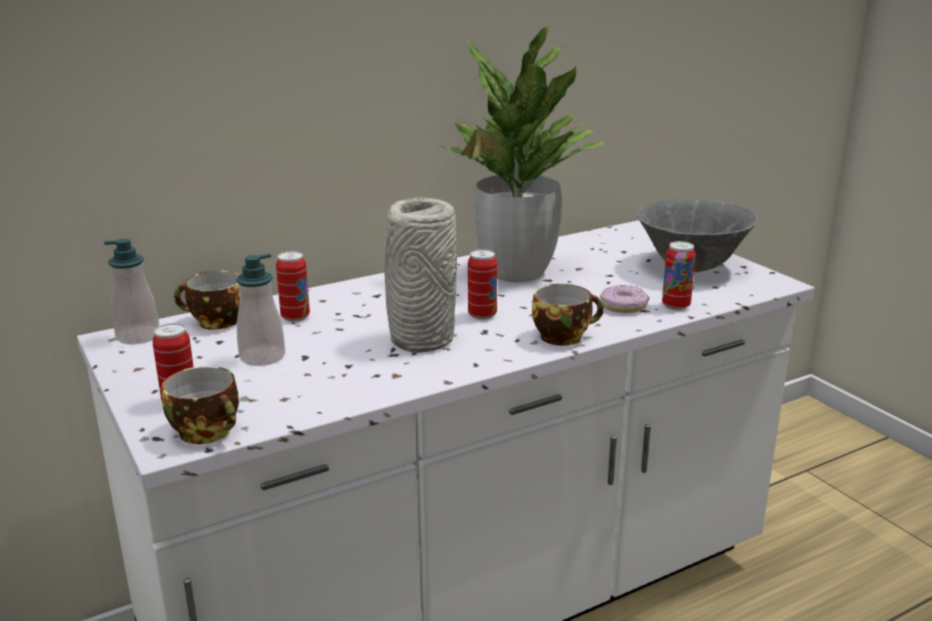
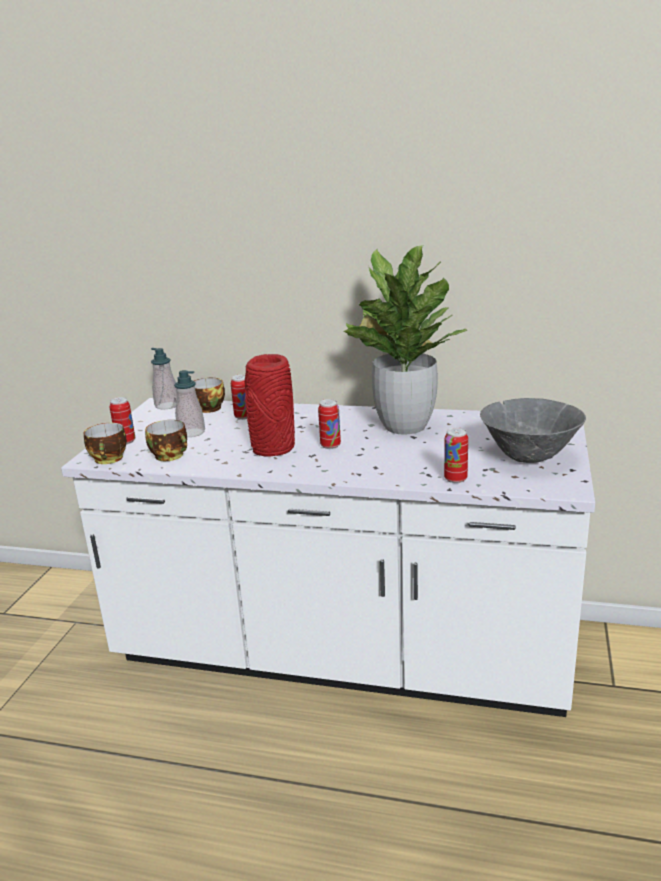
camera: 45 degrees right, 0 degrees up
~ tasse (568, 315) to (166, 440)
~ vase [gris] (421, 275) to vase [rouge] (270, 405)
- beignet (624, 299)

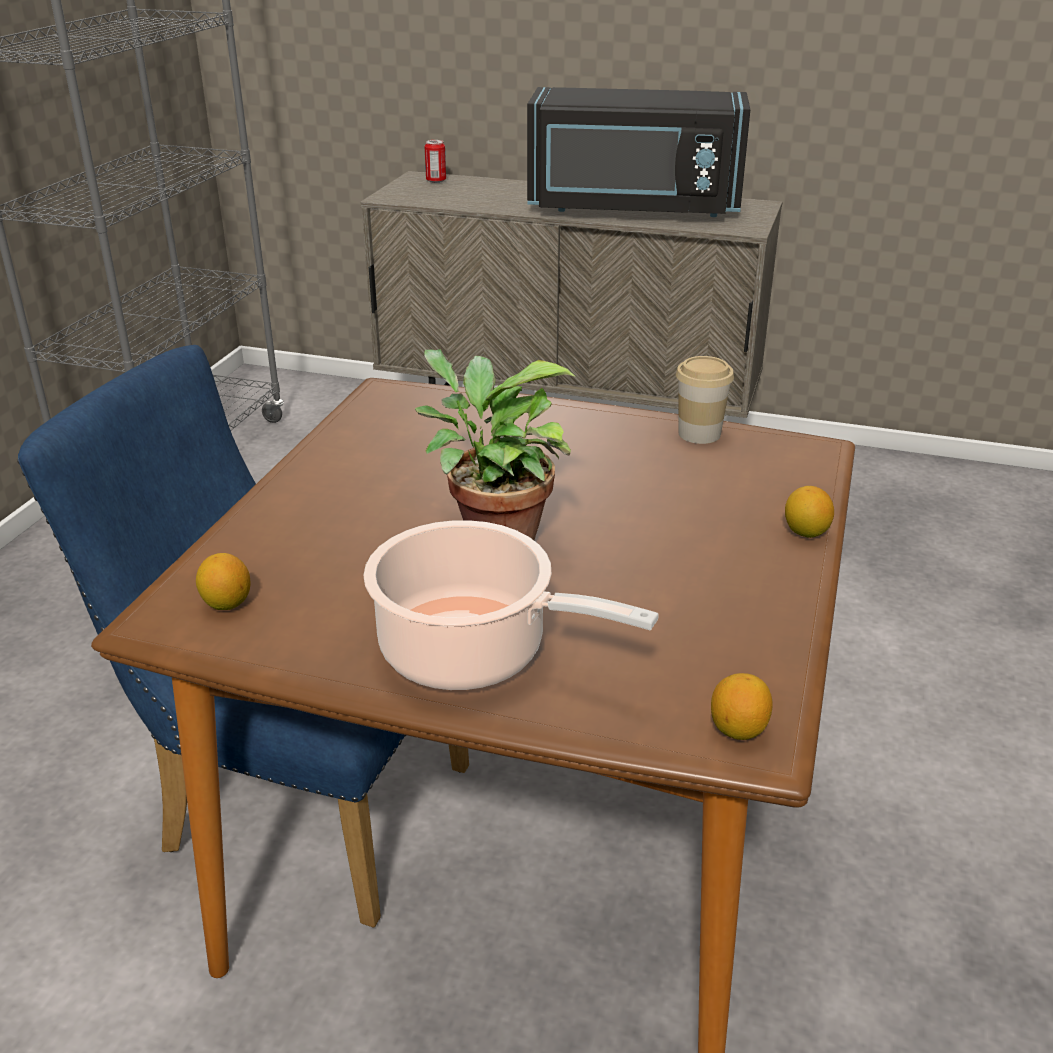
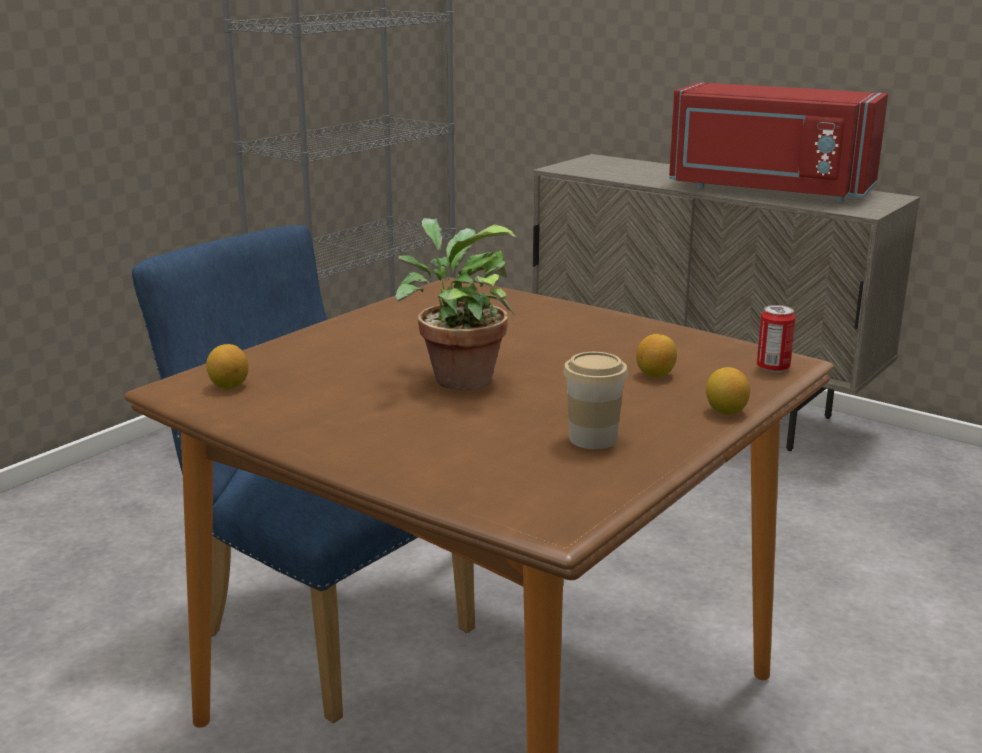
camera: 20 degrees right, 10 degrees down
~ tasse (705, 400) to (595, 400)
~ citron (742, 706) to (656, 355)
~ micro-ondes [noir] (638, 152) to micro-ondes [rouge] (778, 142)
~ boîte métallique (435, 161) to (776, 338)
- marmite (511, 605)

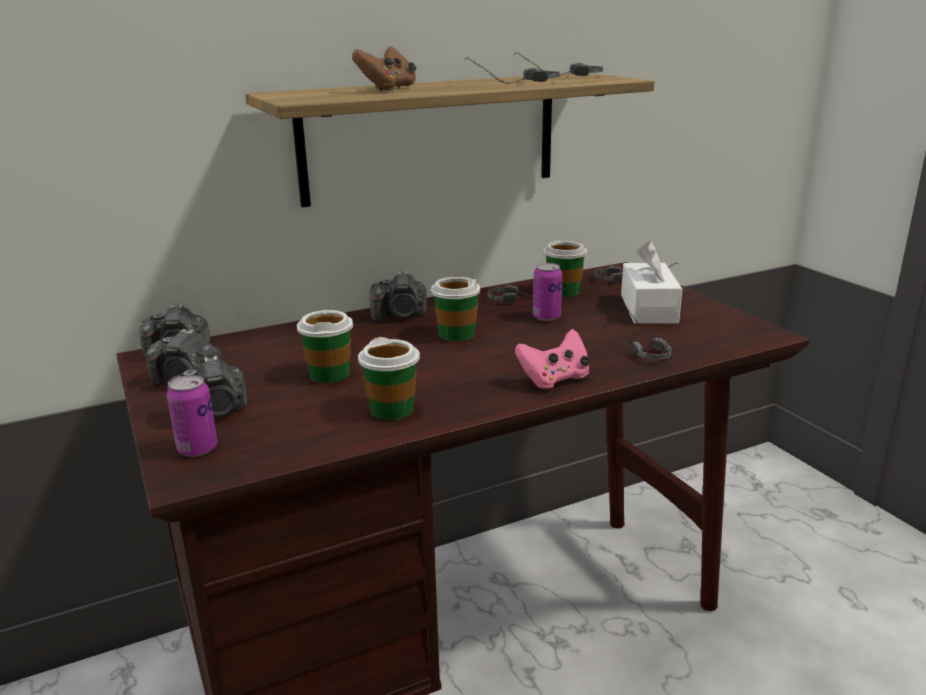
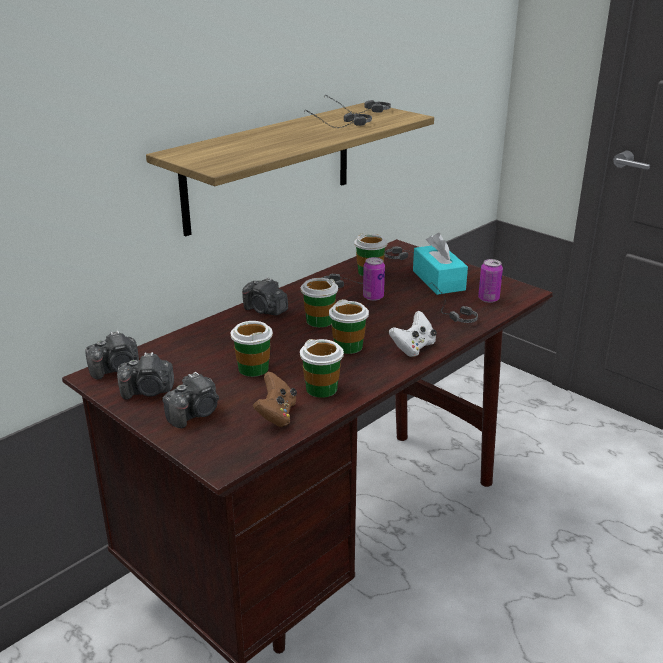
camera: 20 degrees left, 5 degrees up
~ appareil photo (398, 296) = (265, 296) 60 degrees clockwise
~ manette [marron] (384, 68) to (275, 399)
+ tasse (349, 326)
~ manette [rose] (552, 359) to manette [blanc] (413, 333)
~ boîte à mouchoirs [blanc] (651, 282) to boîte à mouchoirs [turquoise] (440, 264)
~ boîte métallique (192, 416) to (490, 281)

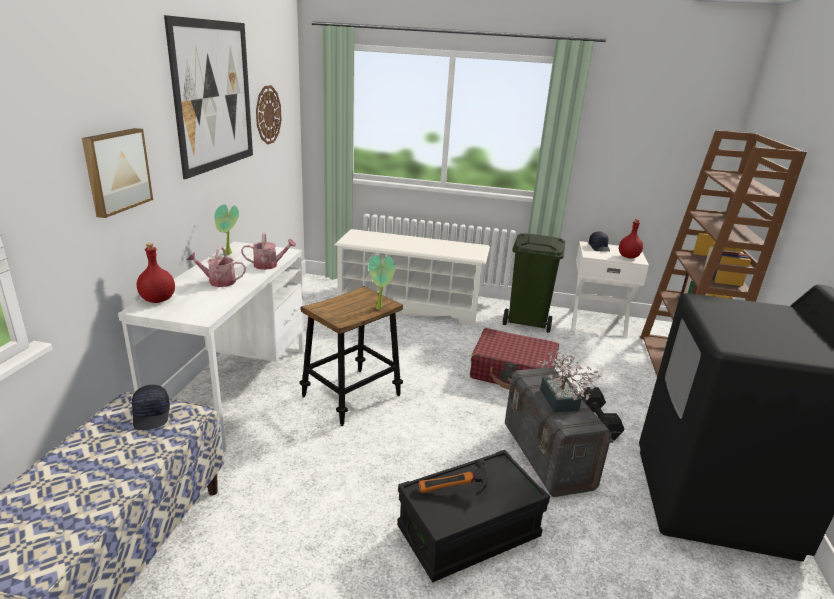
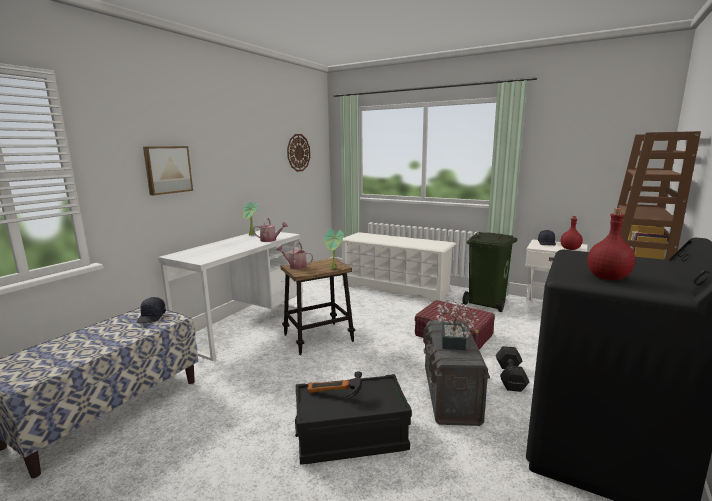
camera: 20 degrees right, 10 degrees down
~ arrosoir (216, 266) to (294, 255)
~ bouteille [rouge] (156, 273) to (611, 244)
- tableau (208, 97)

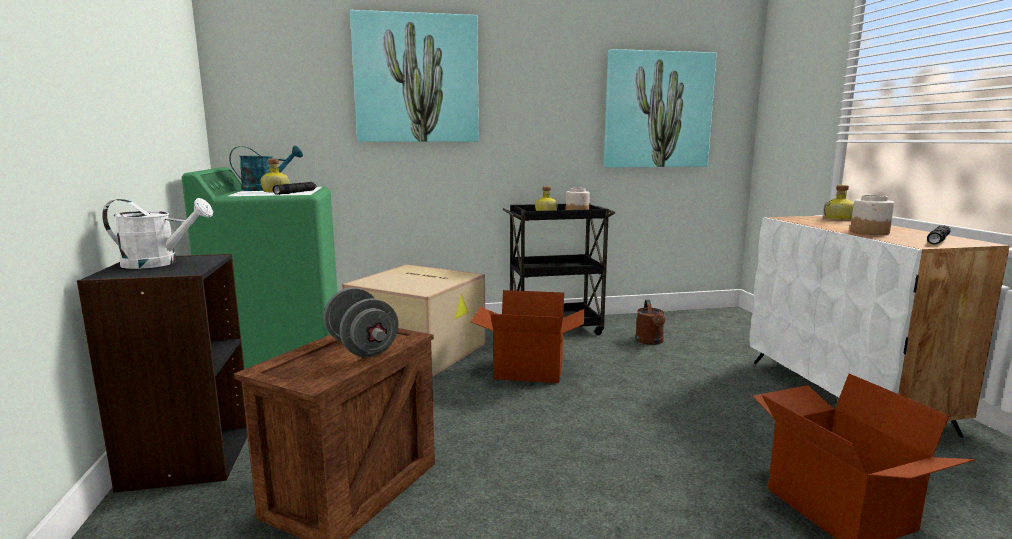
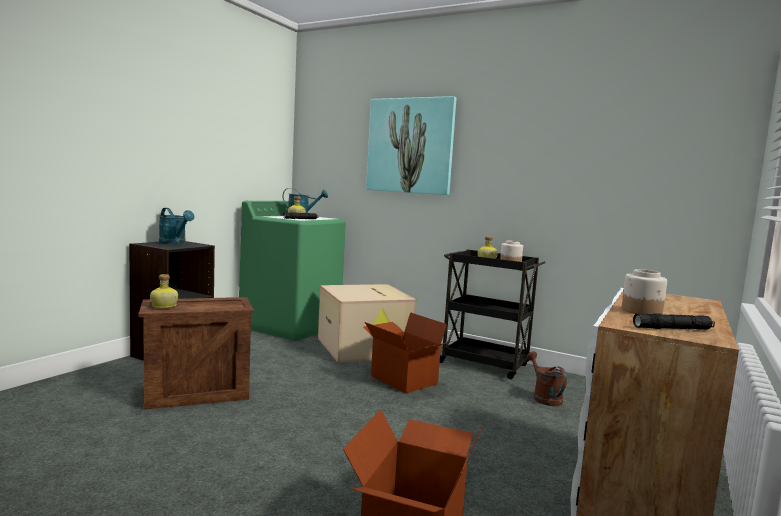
camera: 40 degrees right, 5 degrees down
~ bouteille (839, 202) to (164, 291)
~ arrosoir [blanc] (157, 233) to arrosoir [turquoise] (177, 226)
~ arrosoir [marron] (650, 322) = (546, 378) 120 degrees clockwise
- haltère [gris] (361, 322)
- tableau (660, 108)

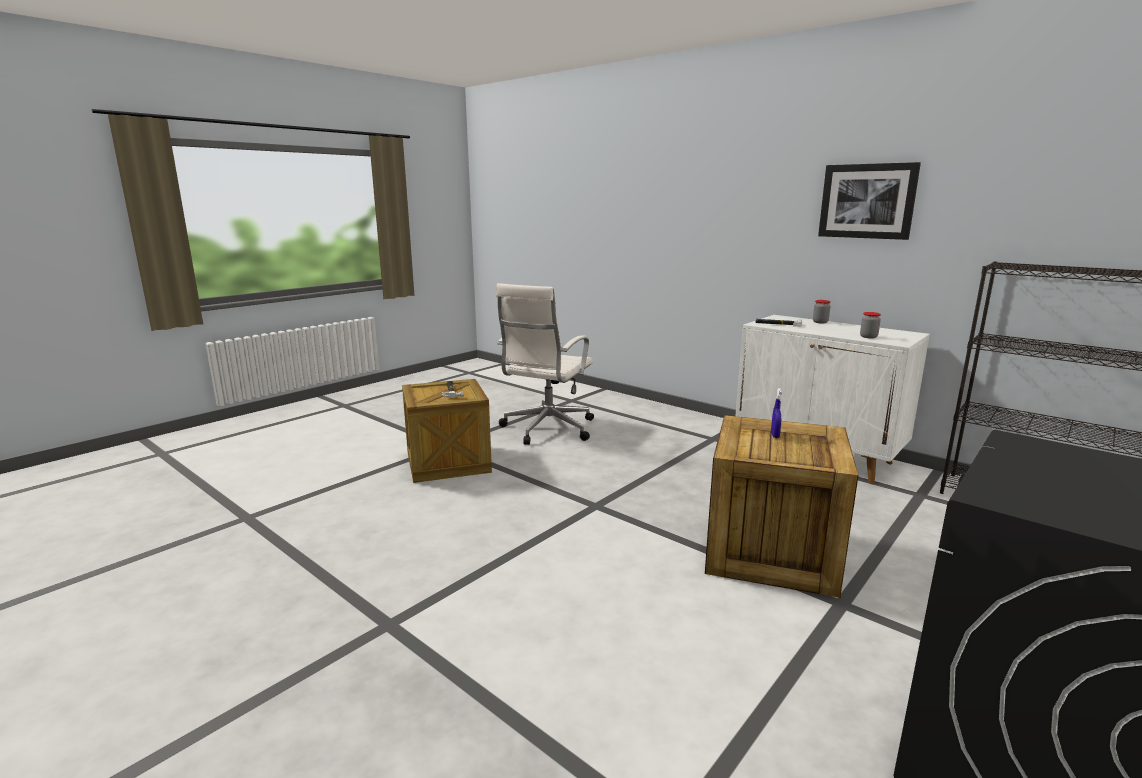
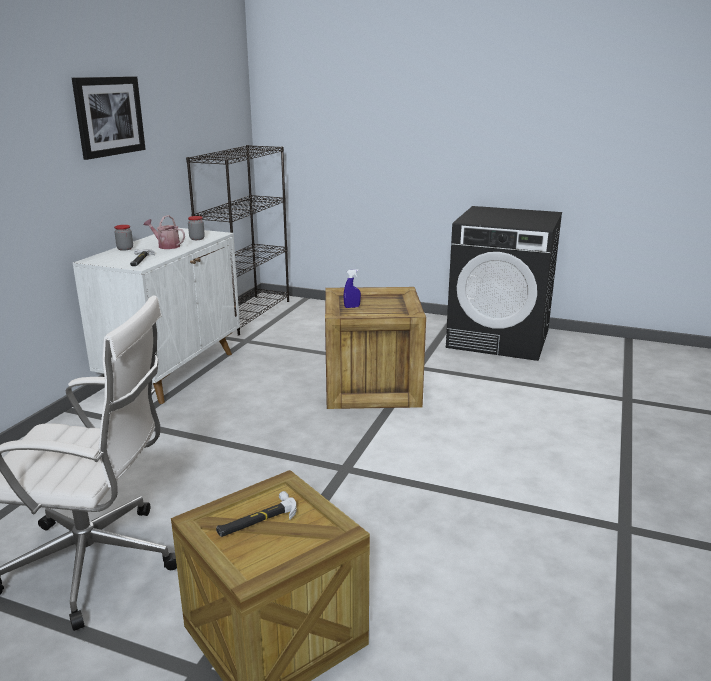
camera: 110 degrees left, 5 degrees up
+ arrosoir (164, 232)

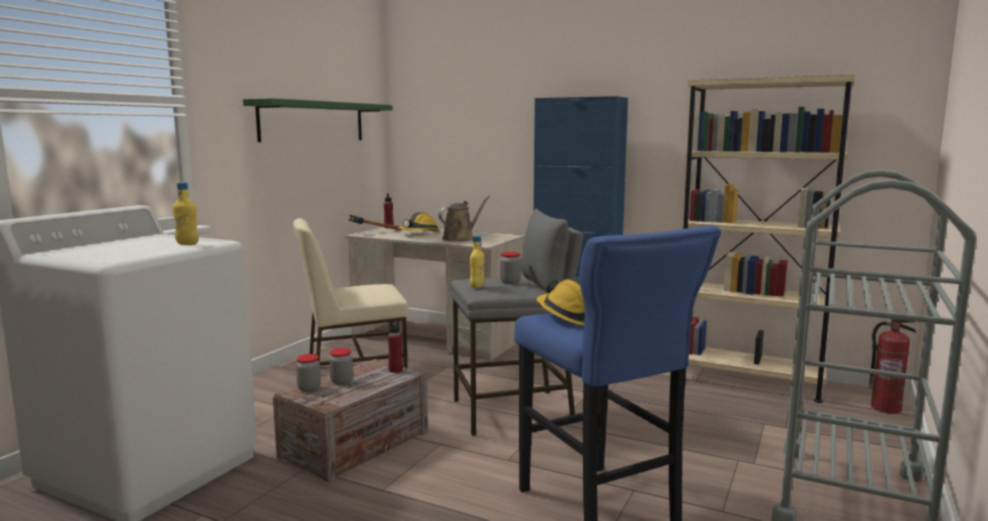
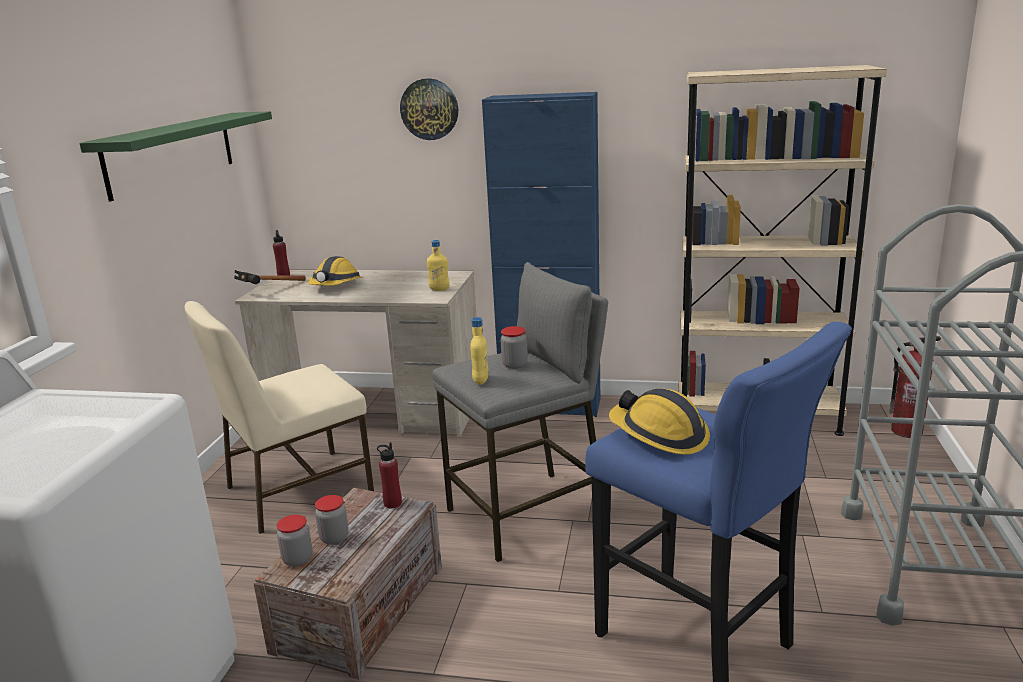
camera: 15 degrees left, 10 degrees up
+ horloge murale (429, 109)
~ bouteille [jaune] (186, 213) to (438, 265)
- arrosoir [marron] (464, 218)

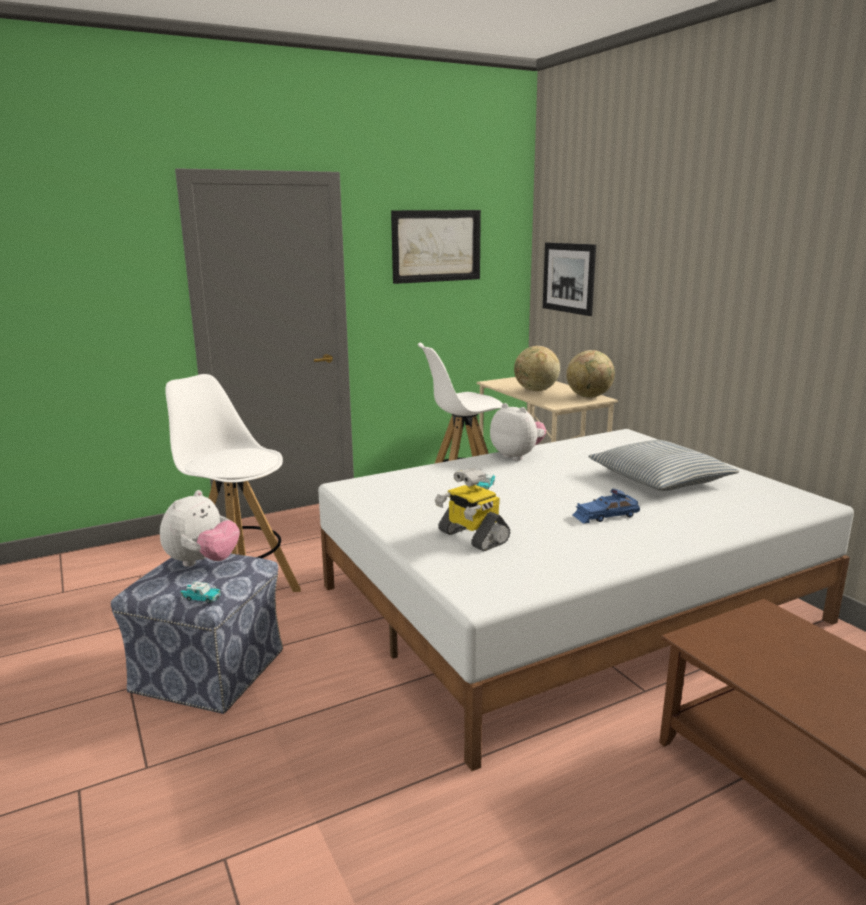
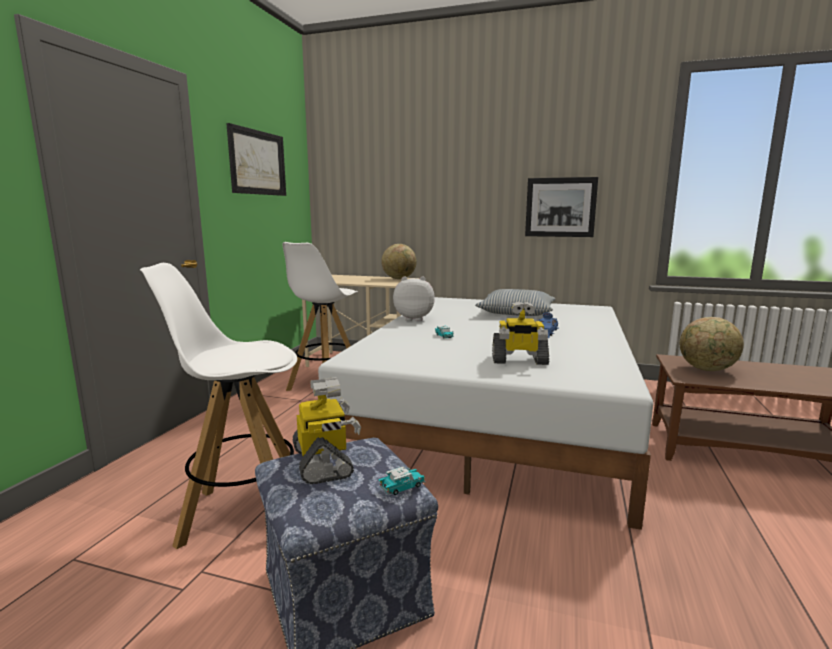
camera: 45 degrees left, 5 degrees down
~ peluche (200, 528) to robot jouet (327, 430)
~ tableau (569, 279) to (561, 207)
~ globe (537, 368) to (712, 344)

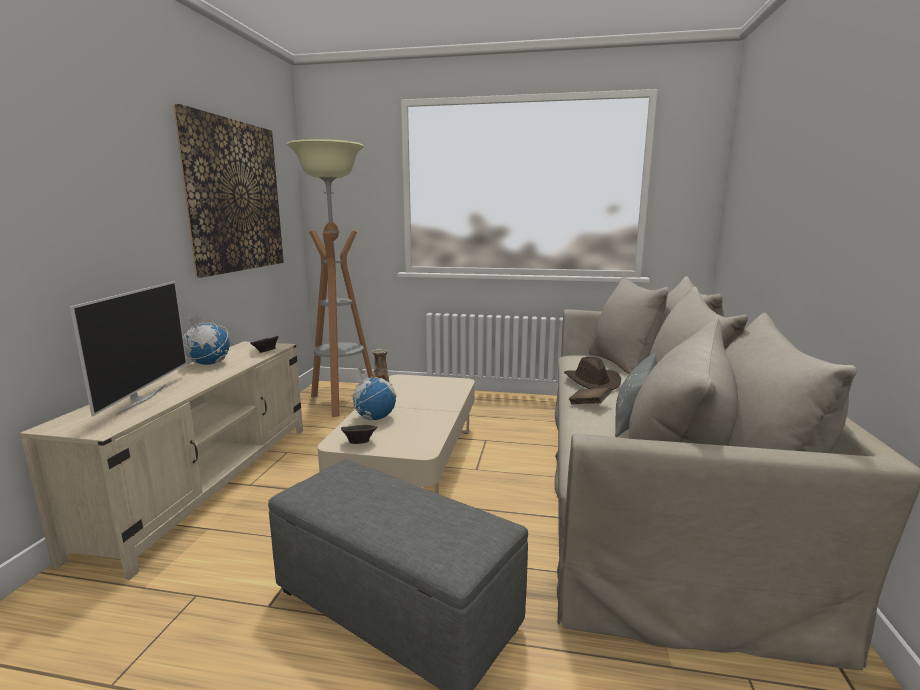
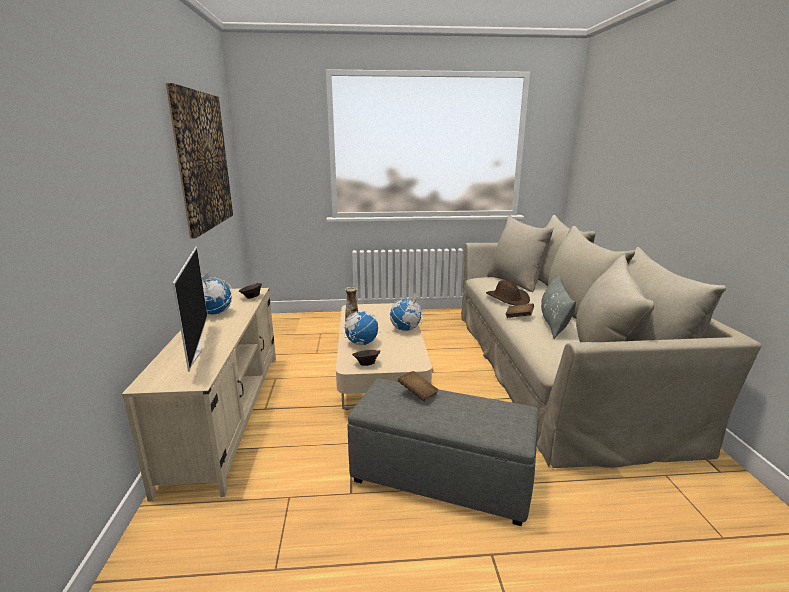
camera: 15 degrees left, 5 degrees up
+ globe (406, 312)
+ livre [marron] (418, 386)
- lampadaire (330, 278)

